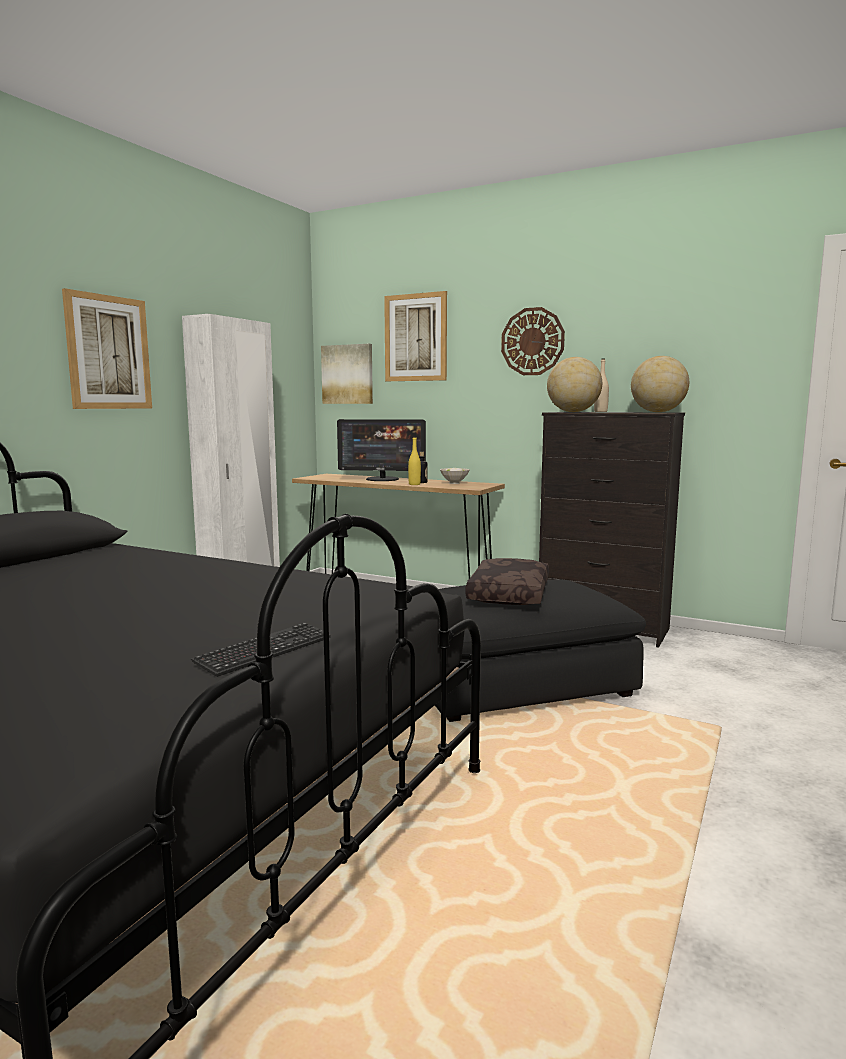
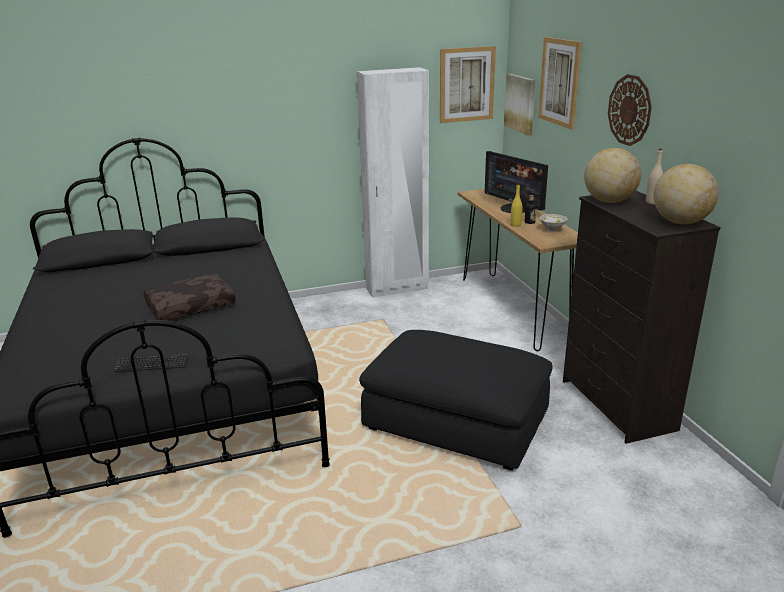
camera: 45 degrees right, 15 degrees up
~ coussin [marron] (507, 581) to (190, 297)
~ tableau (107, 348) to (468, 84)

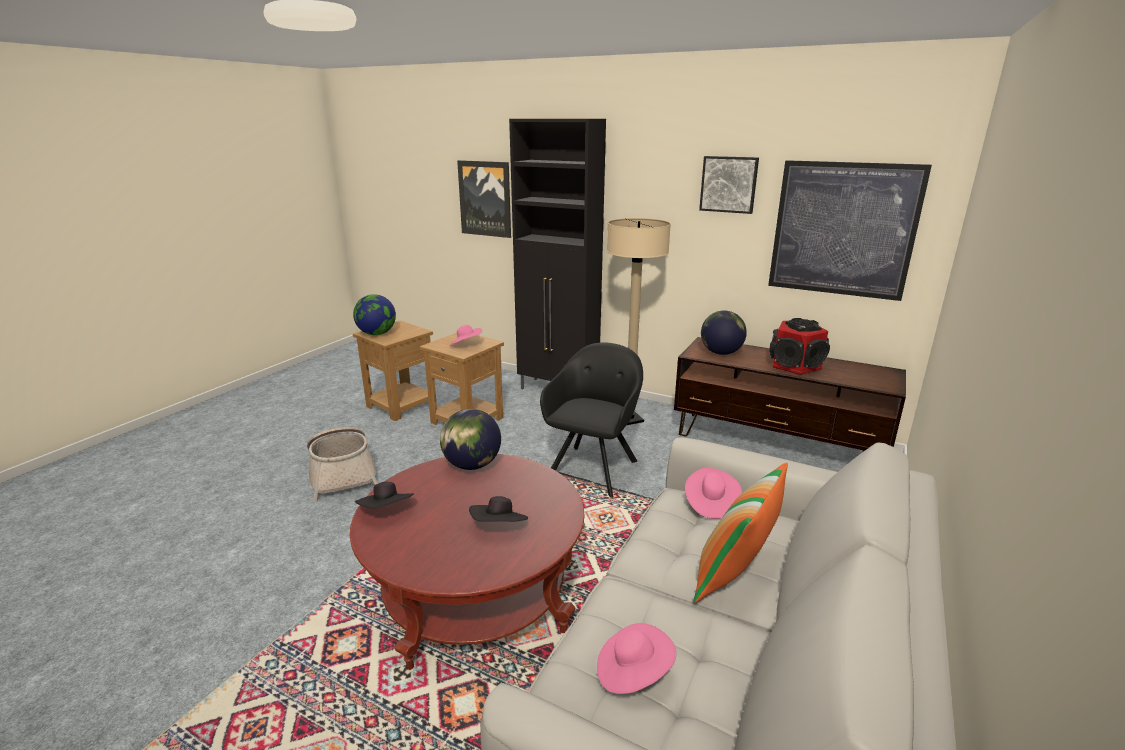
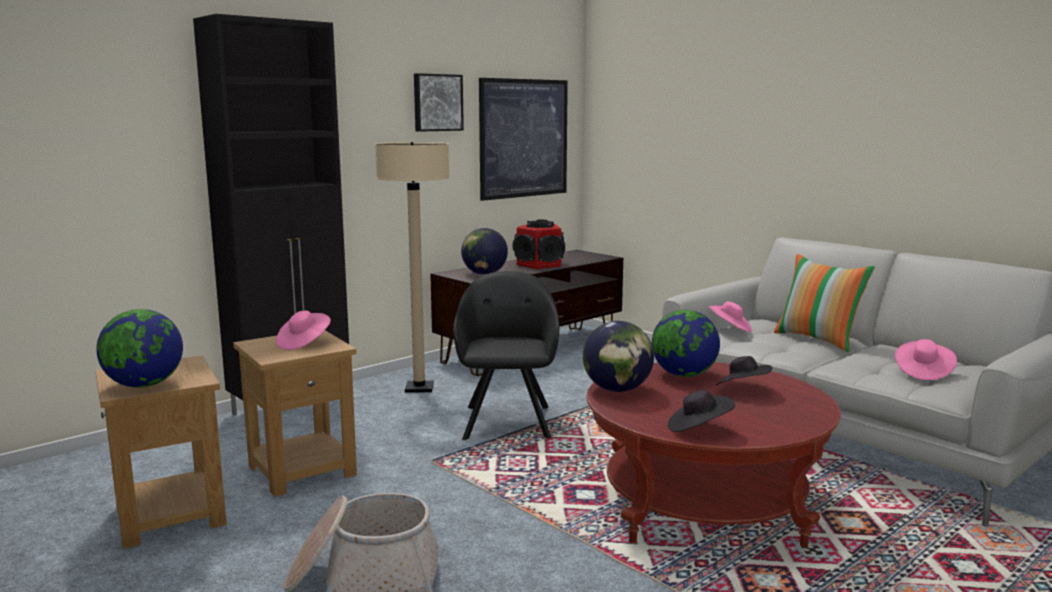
camera: 70 degrees left, 10 degrees down
~ fauteuil [noir] (591, 420) = (506, 355) 45 degrees clockwise
+ globe (686, 343)
- tableau (484, 199)

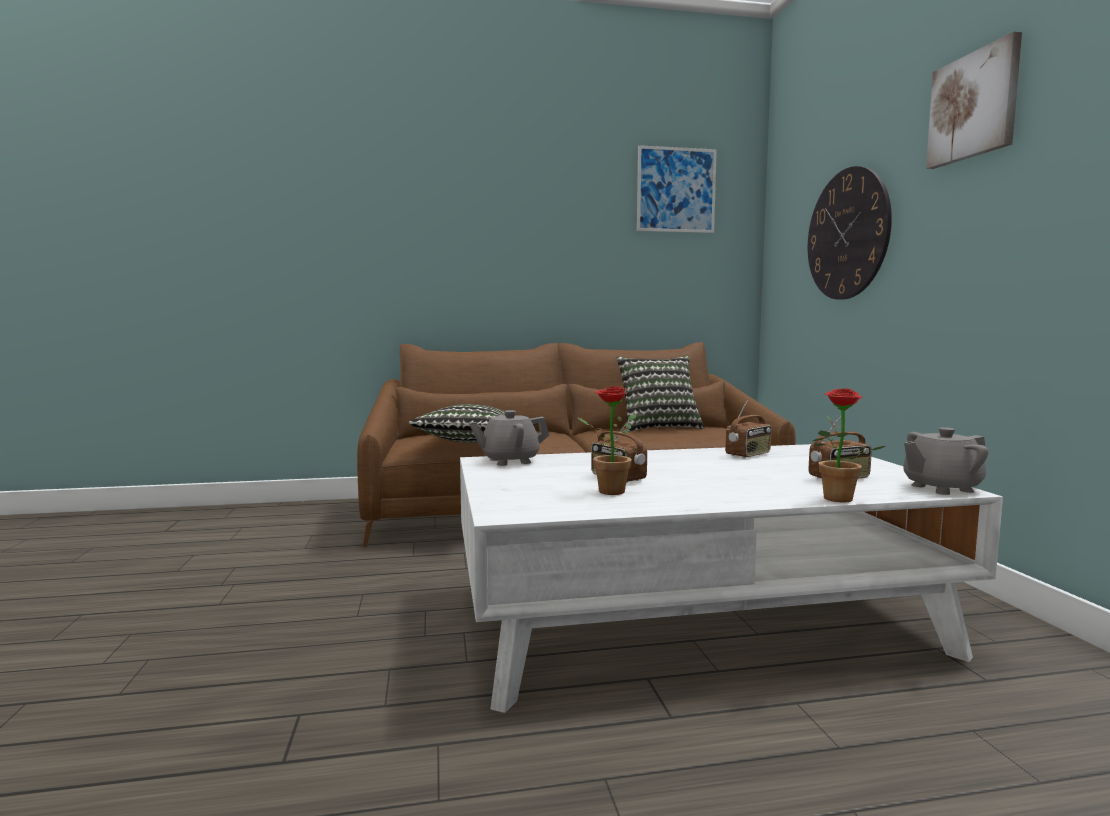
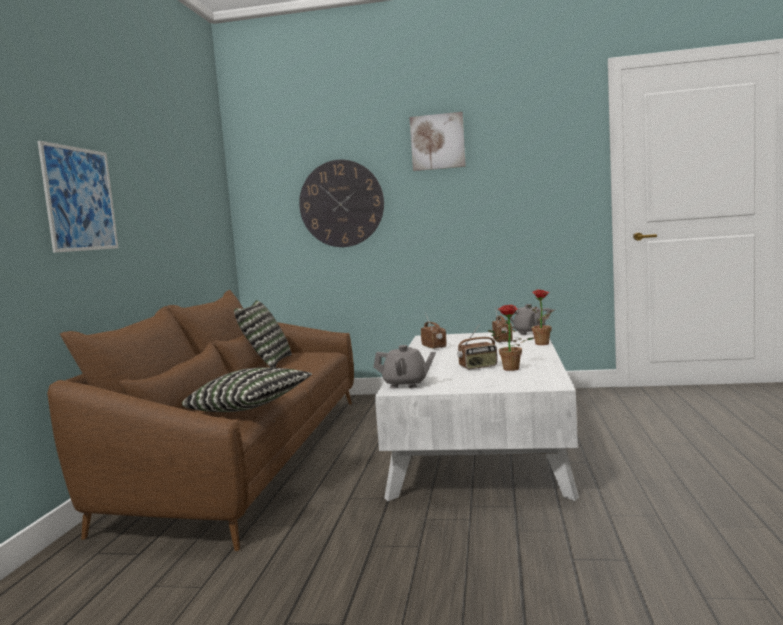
camera: 70 degrees left, 0 degrees up
~ tableau (677, 189) to (78, 197)
~ théière [gris] (509, 438) = (404, 367) 75 degrees counterclockwise

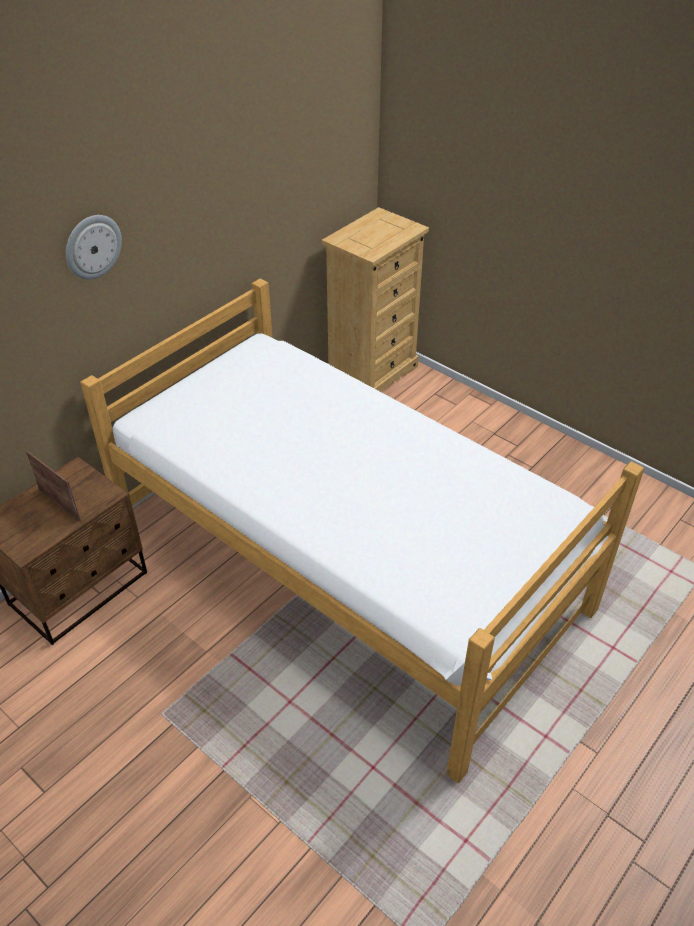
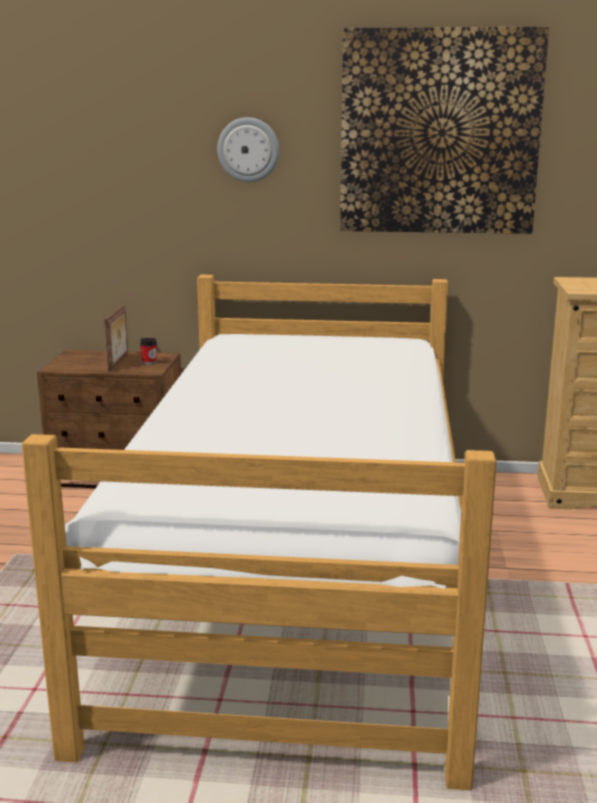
camera: 55 degrees right, 25 degrees down
+ tasse (148, 351)
+ tableau (444, 130)

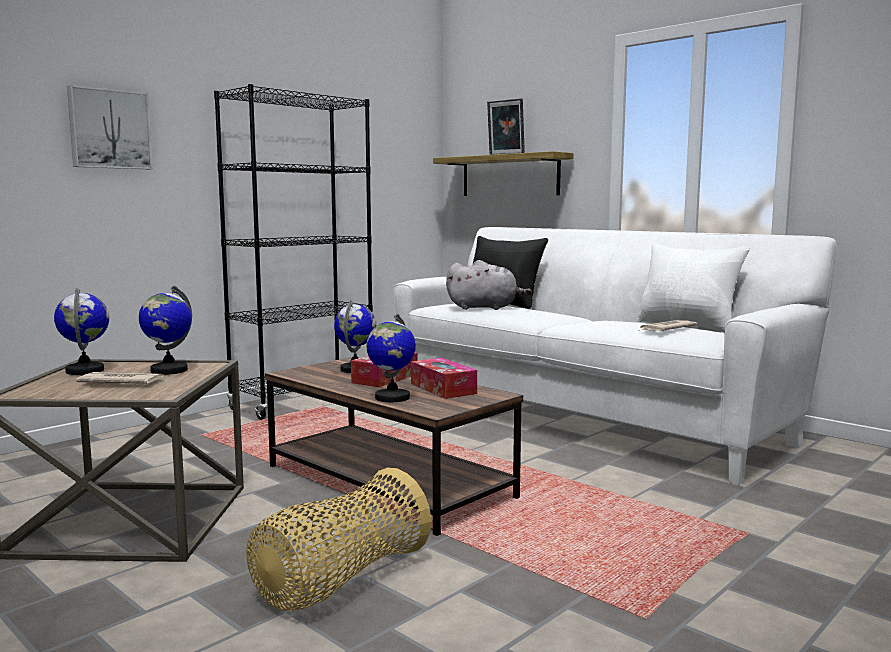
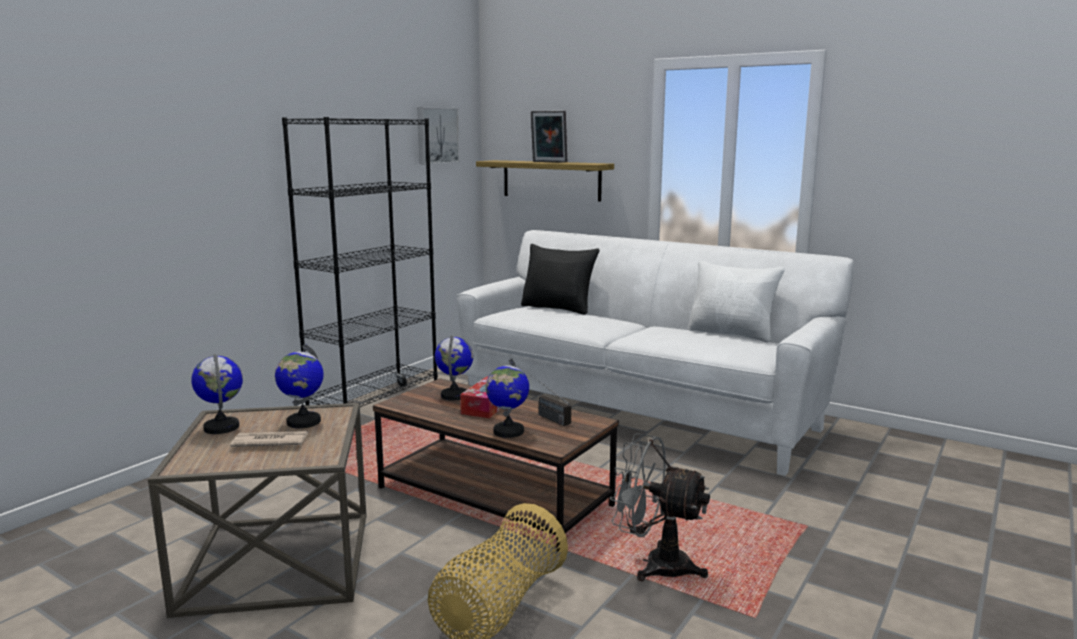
camera: 10 degrees left, 5 degrees up
~ tableau (110, 127) to (438, 135)
~ boîte à mouchoirs (444, 378) to radio (551, 400)
+ ventilateur [gris] (660, 507)
- peluche [gris] (489, 285)
- journal (667, 325)

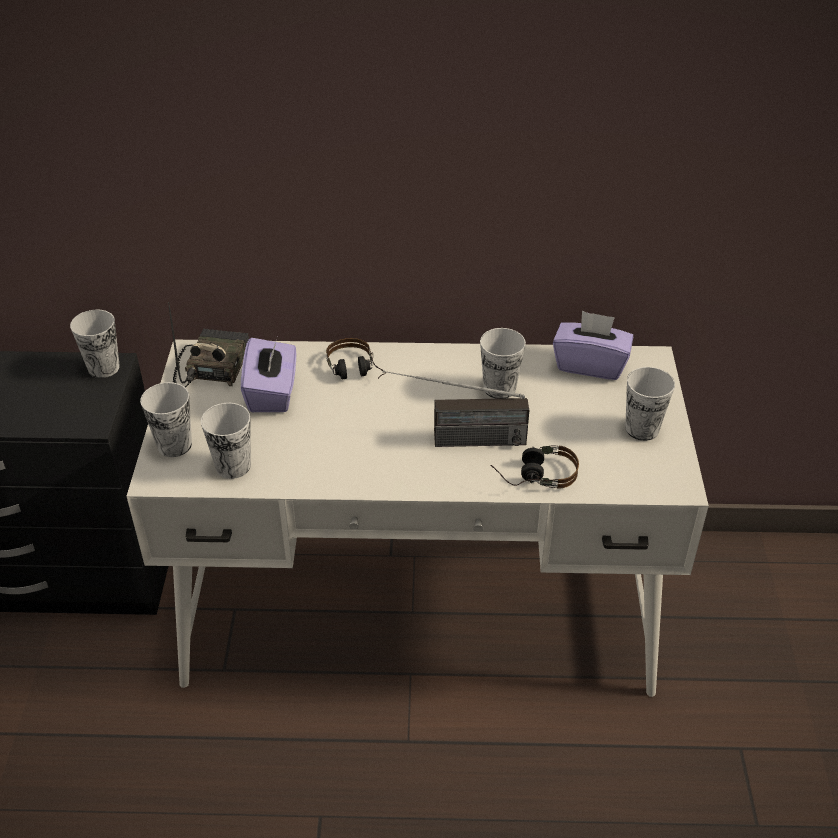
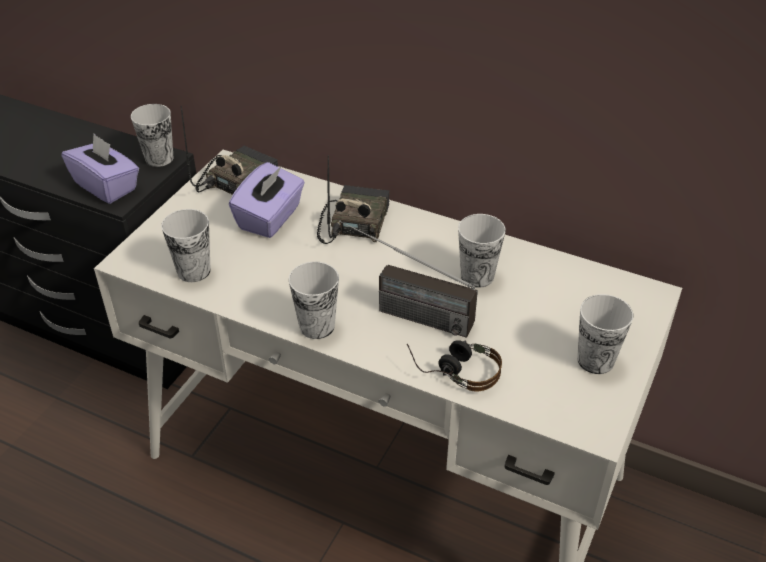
camera: 25 degrees right, 0 degrees up
~ boîte à mouchoirs [violet] (593, 345) to (100, 169)
~ tasse (166, 419) to (314, 300)
~ casque audio (356, 358) to radio (353, 199)

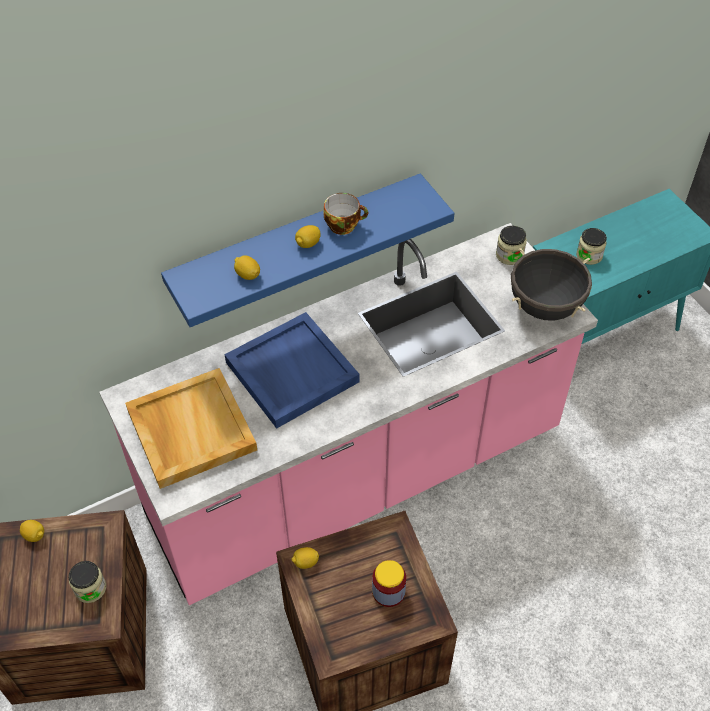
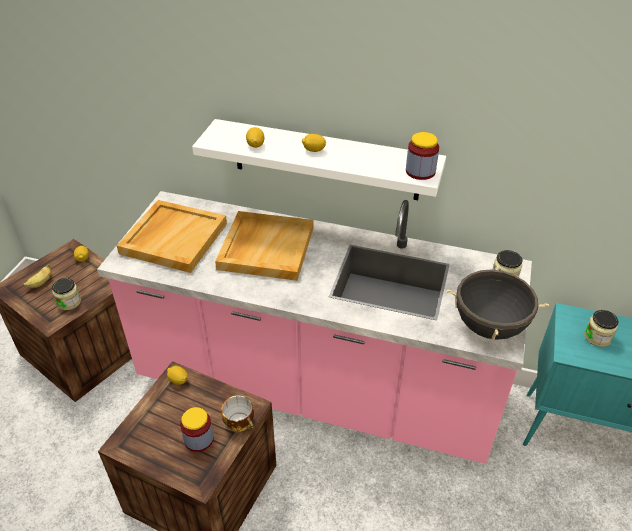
camera: 45 degrees right, 10 degrees down
+ banane (37, 276)
~ étagère [bleu] (307, 250) to étagère [blanc] (319, 159)
~ plateau [bleu] (291, 370) to plateau [beige] (264, 246)
~ tasse (345, 214) to (237, 413)
+ bocal (422, 156)

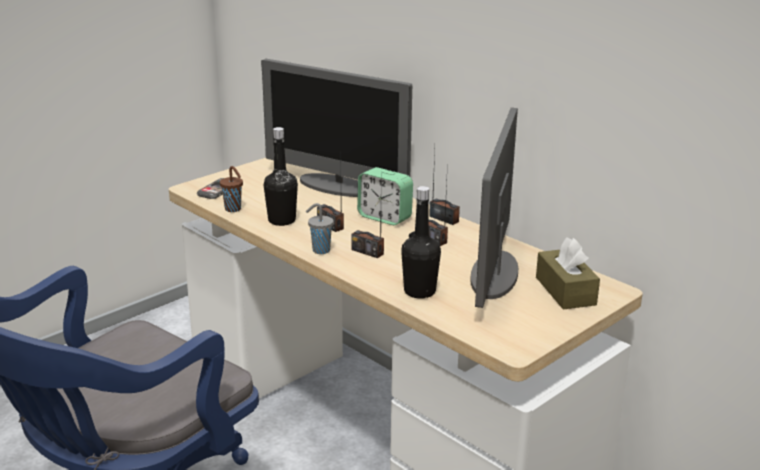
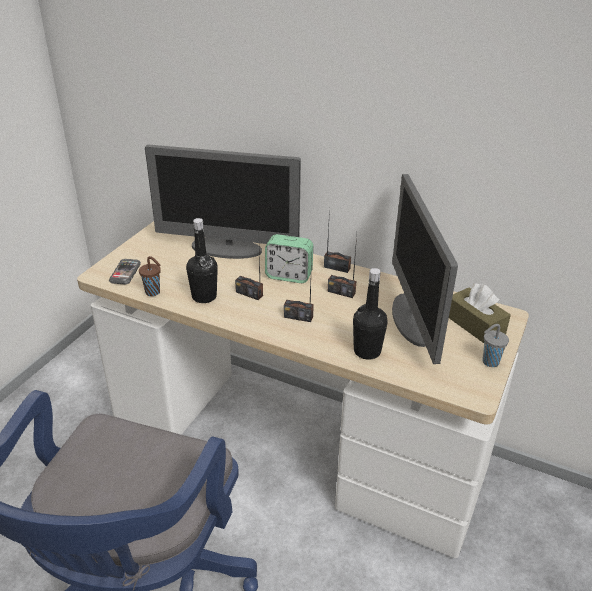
camera: 20 degrees left, 10 degrees up
~ tasse [gris] (320, 228) to (495, 345)

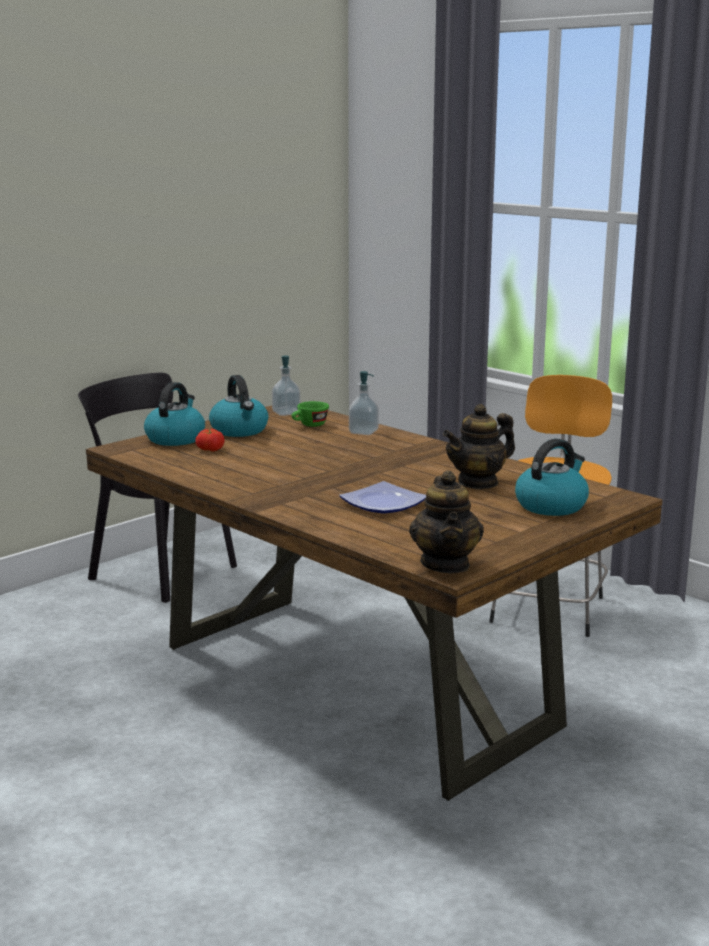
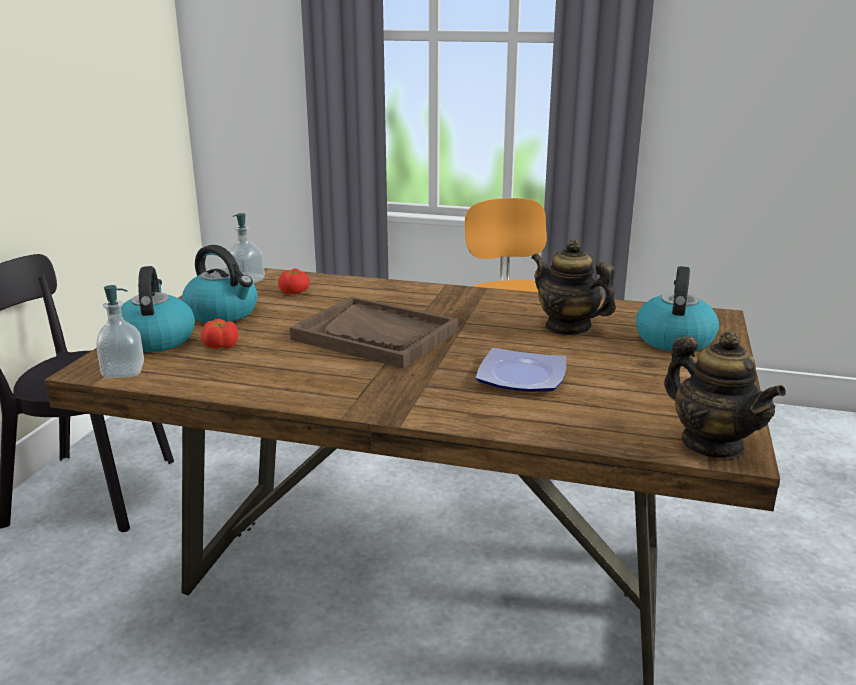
camera: 30 degrees left, 5 degrees up
~ distributeur de savon (364, 403) to (120, 332)
~ tasse [vert] (310, 414) to tomate (294, 282)
+ plateau [marron] (374, 332)
~ théière (479, 446) = (573, 287) 105 degrees clockwise

